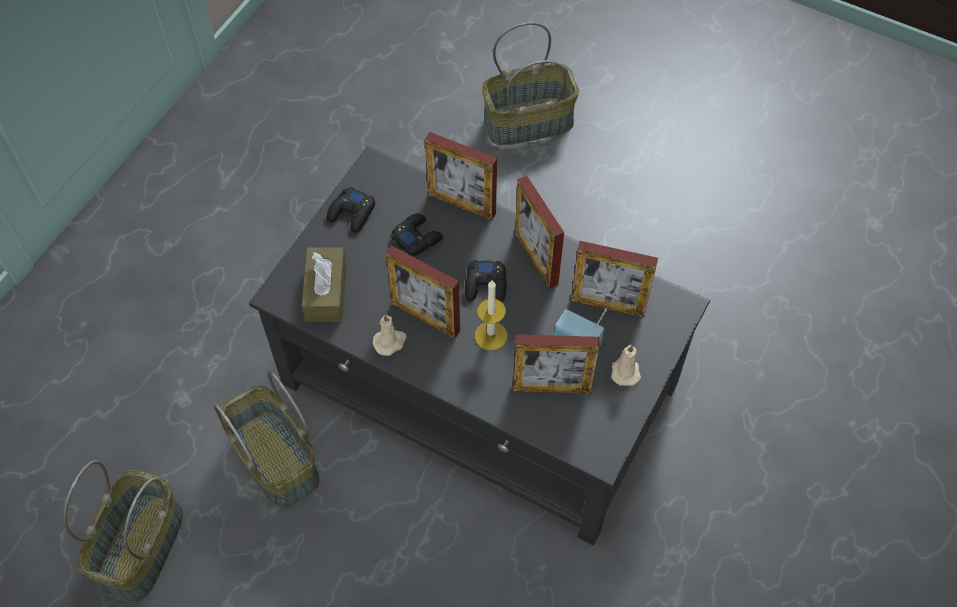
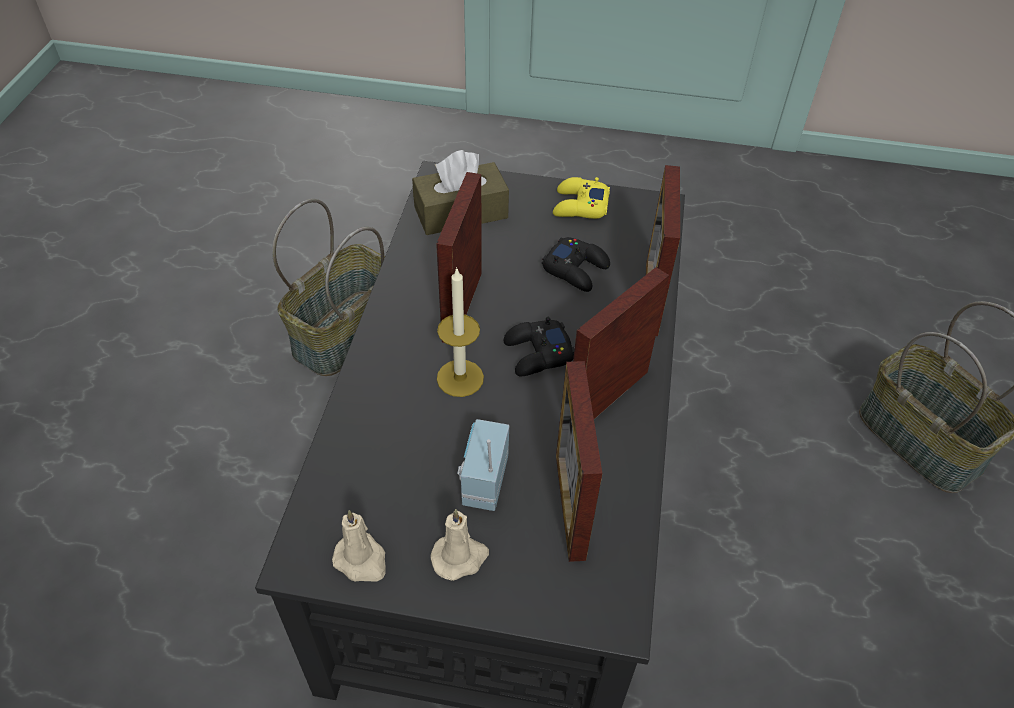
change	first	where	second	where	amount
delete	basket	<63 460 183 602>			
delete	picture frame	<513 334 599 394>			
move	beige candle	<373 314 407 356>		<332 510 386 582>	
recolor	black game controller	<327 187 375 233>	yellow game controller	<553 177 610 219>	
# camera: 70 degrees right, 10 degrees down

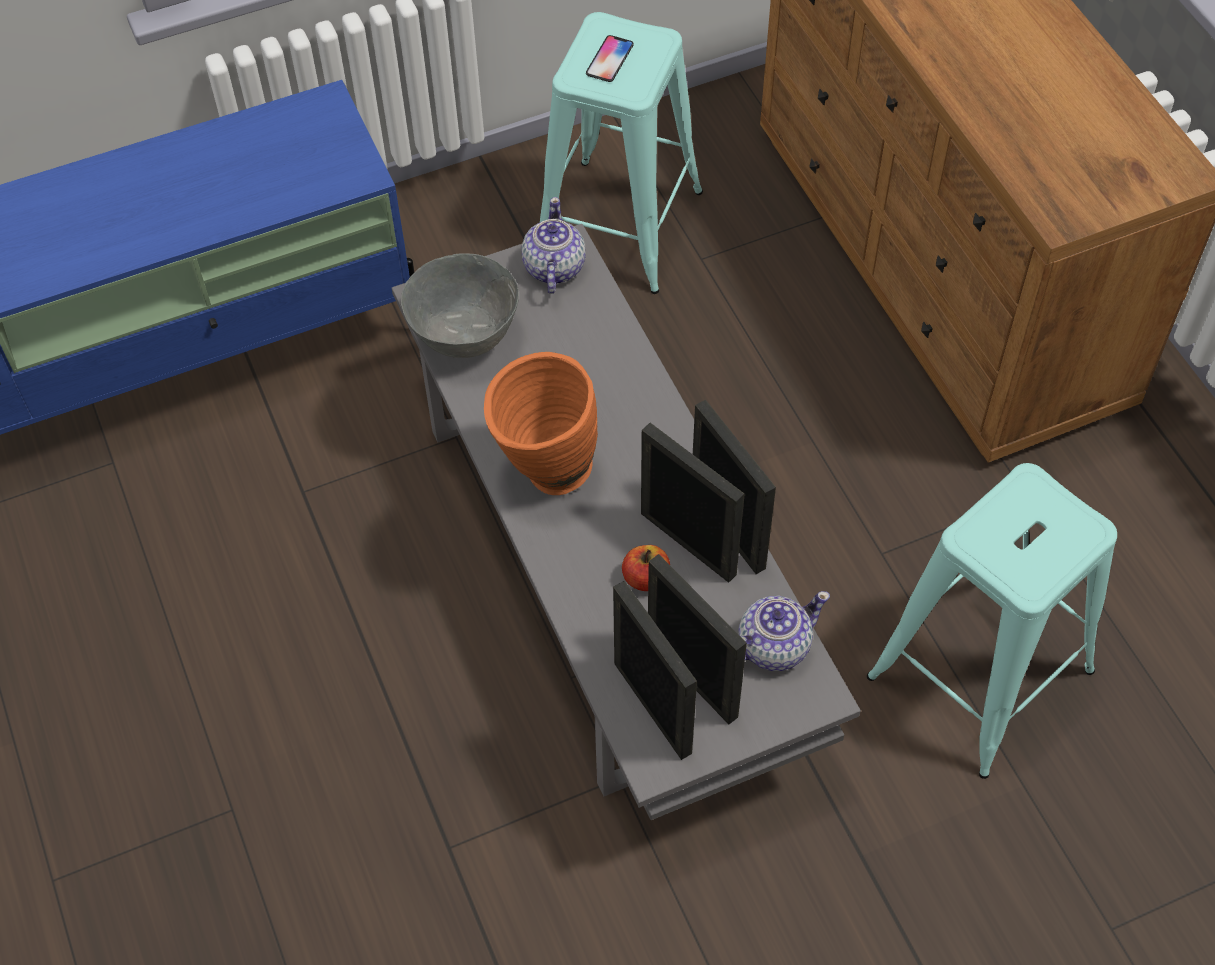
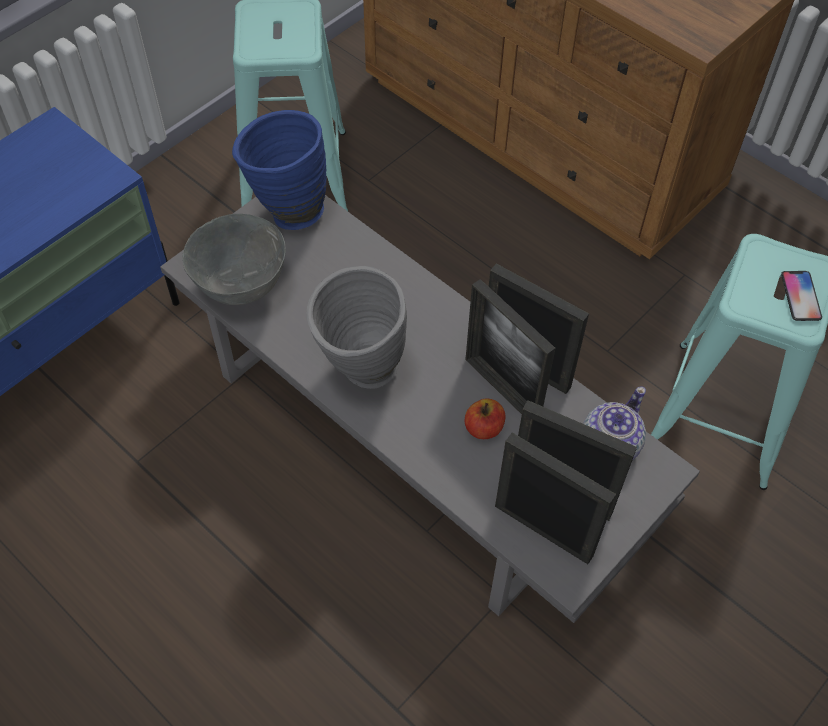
change	first	where	second	where	amount
move	phone	<586 35 634 82>		<781 271 822 321>	
replace	teapot	<521 197 586 294>	blue vase	<232 110 327 230>	
recolor	orange vase	<484 352 598 495>	grey vase	<306 266 407 389>	
rotate	picture frame	<641 423 745 583>		<465 279 555 414>	150 degrees counterclockwise
# camera: 25 degrees left, 0 degrees up

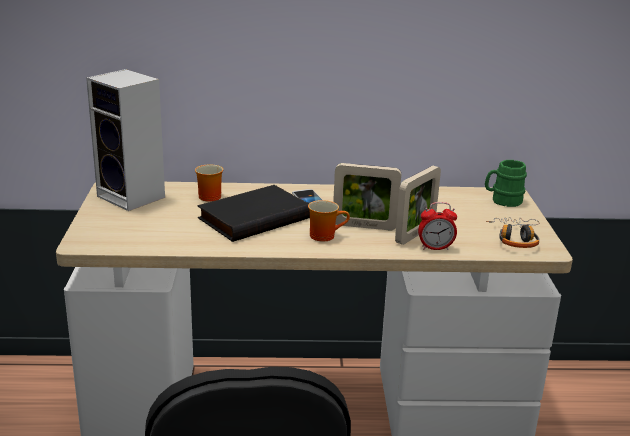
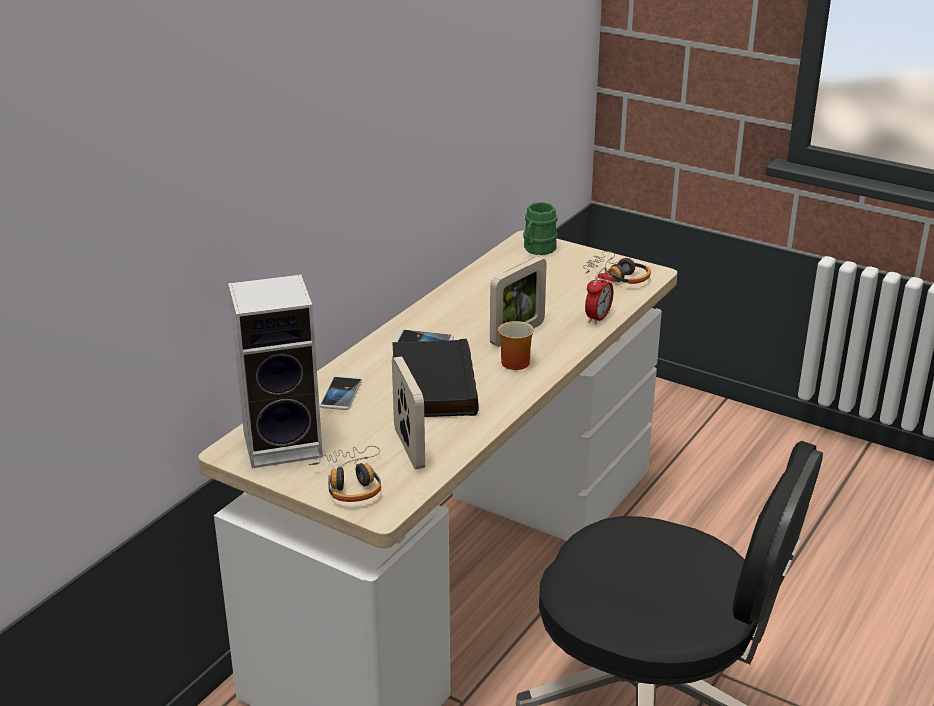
change	first	where	second	where	amount
insert			headphones	<309 446 381 502>	
move	picture frame	<395 166 441 245>		<392 356 425 470>	
replace	mug	<195 164 223 202>	phone	<320 376 362 410>	
# camera: 55 degrees left, 5 degrees up

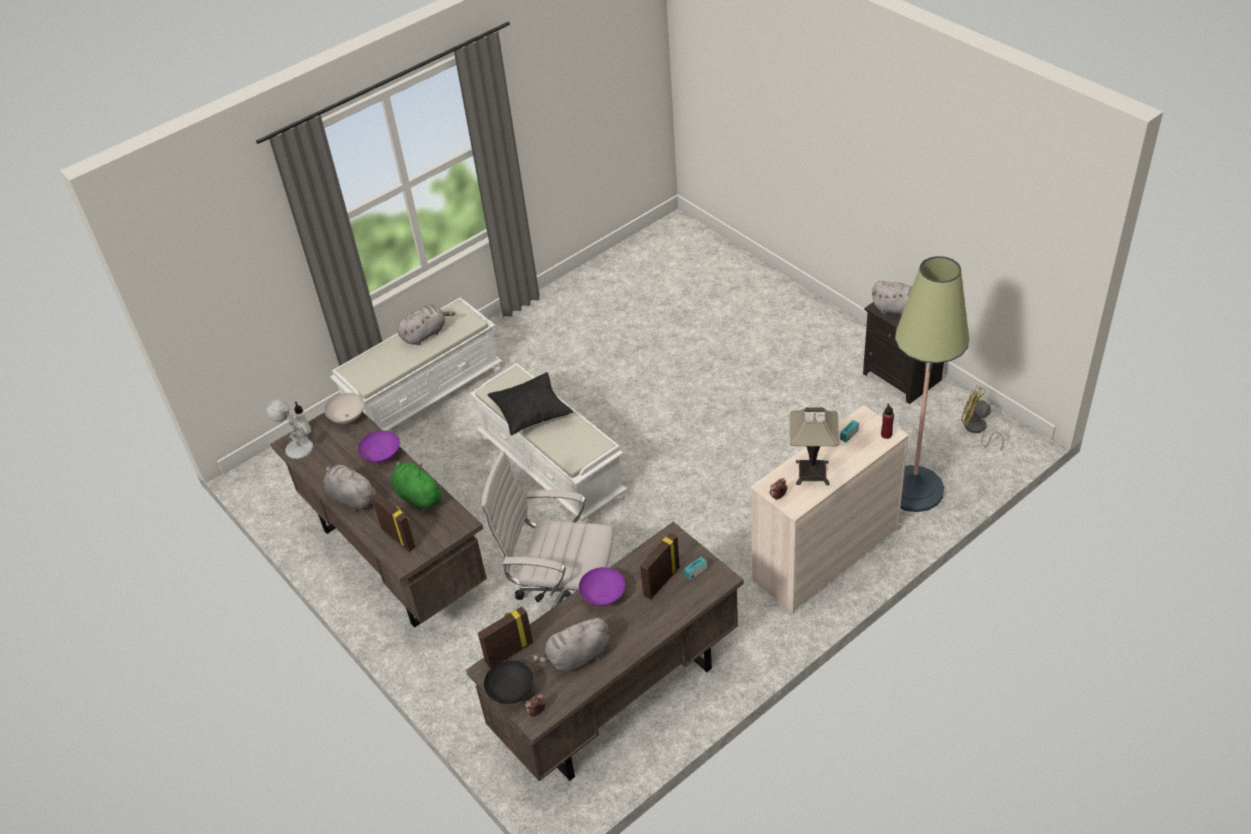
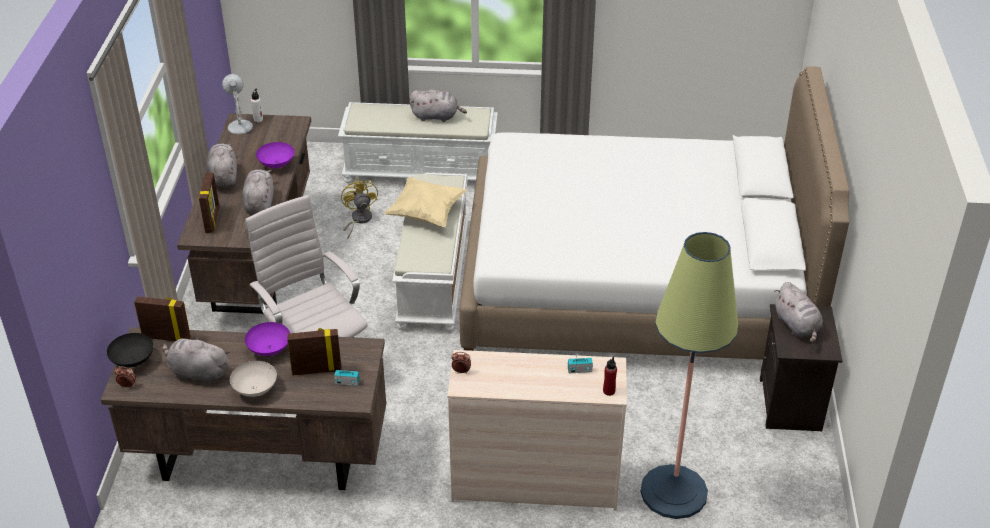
change	first	where	second	where	amount
delete	table lamp	<790 407 839 485>			
insert			white bed	<459 67 849 360>	
move	white bowl	<324 393 365 424>		<230 361 277 397>	
move	yellow fan	<961 386 1004 450>		<341 178 378 239>	
recolor	green plush toy	<391 461 443 511>	grey plush toy	<242 169 274 215>	
recolor	black pillow	<487 372 573 435>	beige pillow	<384 177 467 227>	
# camera: 40 degrees right, 5 degrees down

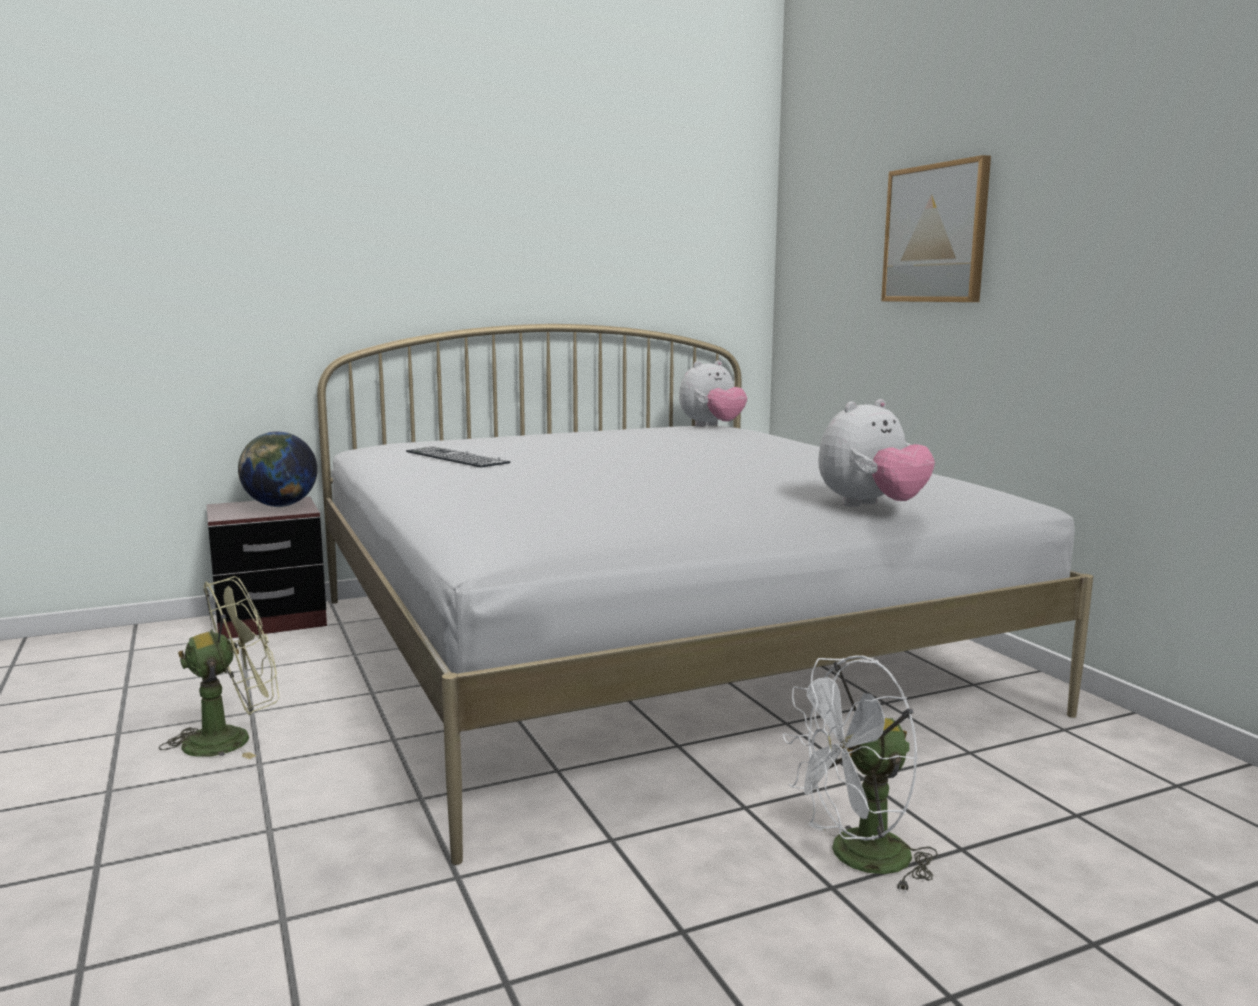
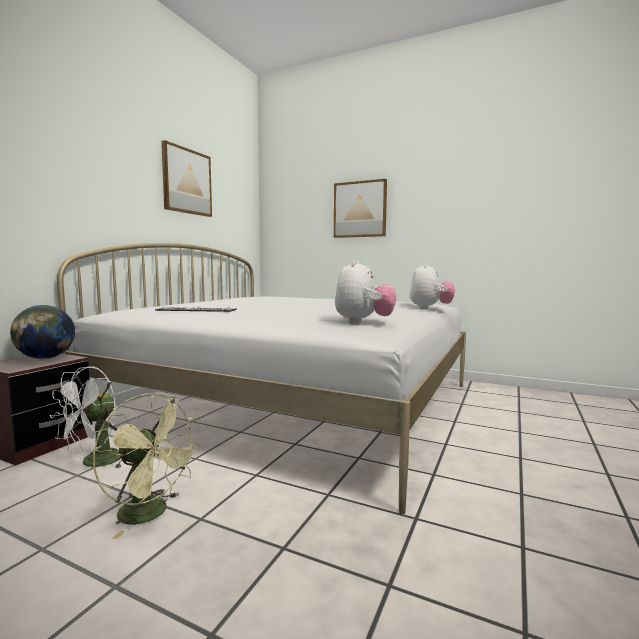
change	first	where	second	where	amount
insert			picture	<161 140 212 217>	
move	plush toy	<679 360 747 427>		<335 261 396 324>	
move	white fan	<783 655 938 893>		<50 366 122 469>	
rotate	green fan	<159 576 279 759>		<93 393 201 539>	105 degrees clockwise
# camera: 40 degrees left, 5 degrees down

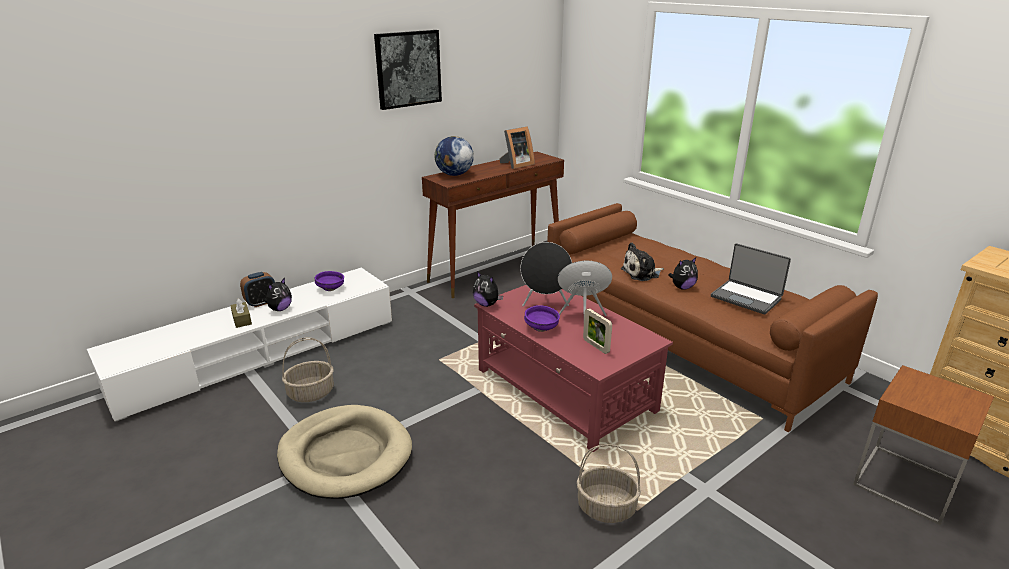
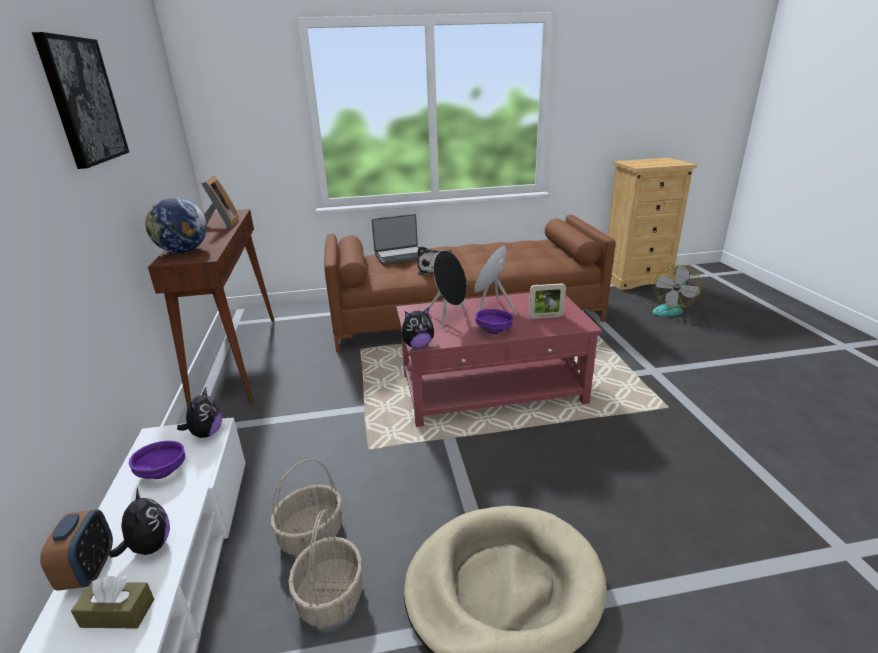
change	first	where	second	where	amount
move	basket	<577 444 641 523>		<271 459 342 555>	
move	plush toy	<668 257 698 290>		<177 387 222 438>	
move	laptop	<711 243 791 314>		<372 214 419 265>	
replace	brown side table	<853 365 994 525>	fan	<645 265 702 316>	
# camera: 60 degrees left, 0 degrees up

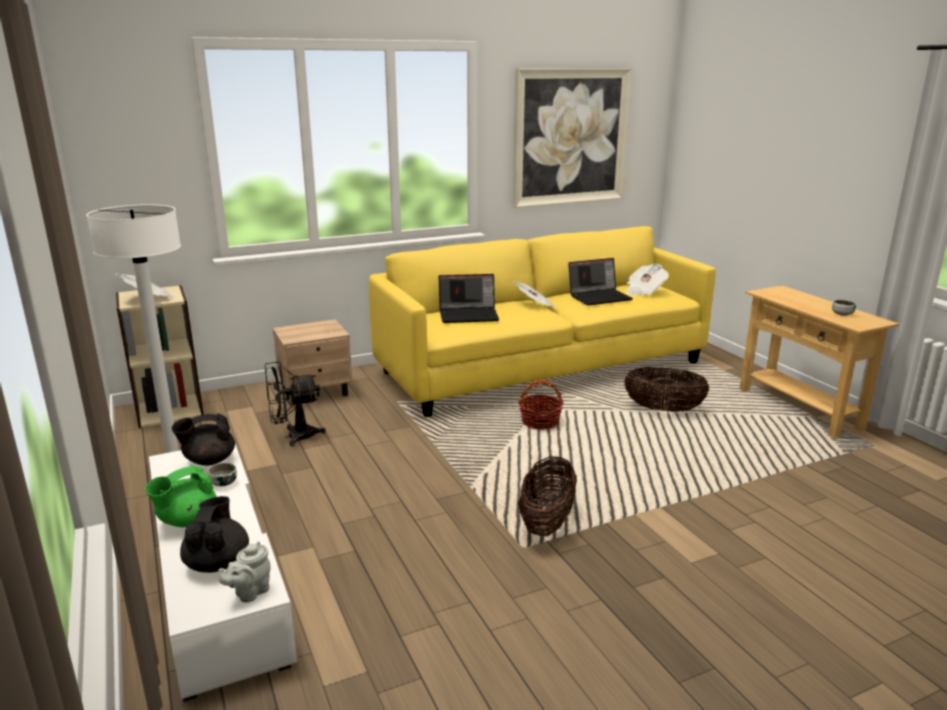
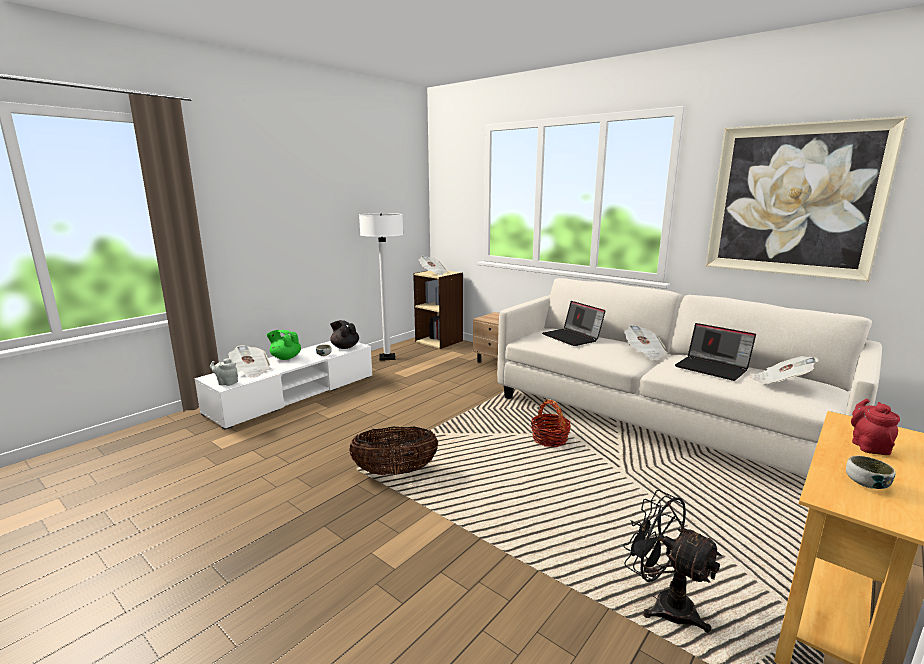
change	first	where	second	where	amount
delete	basket	<624 367 709 412>			
insert			red teapot	<851 399 900 455>	
move	black fan	<265 362 326 446>		<623 490 722 633>	
replace	black teapot	<180 496 249 573>	newspaper	<228 345 271 378>	
recolor	yellow sofa	<369 226 716 417>	white sofa	<497 278 882 477>	
# camera: 65 degrees right, 5 degrees down

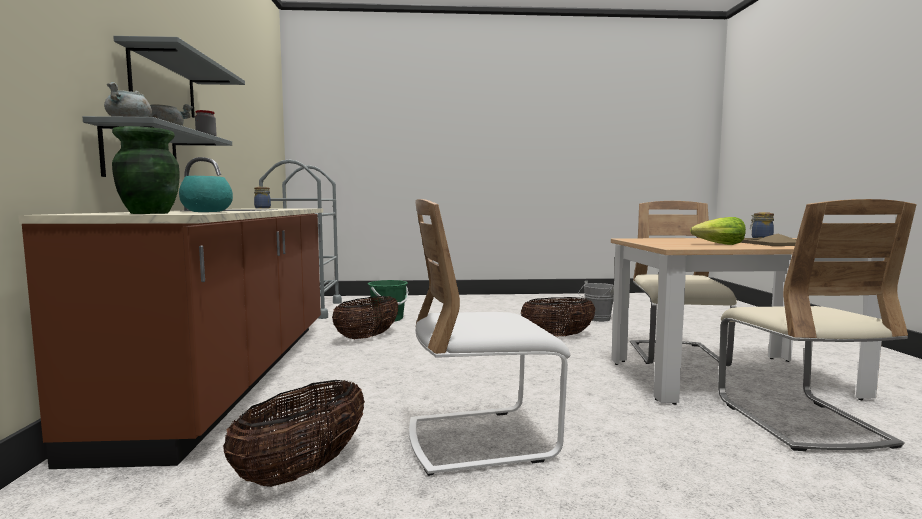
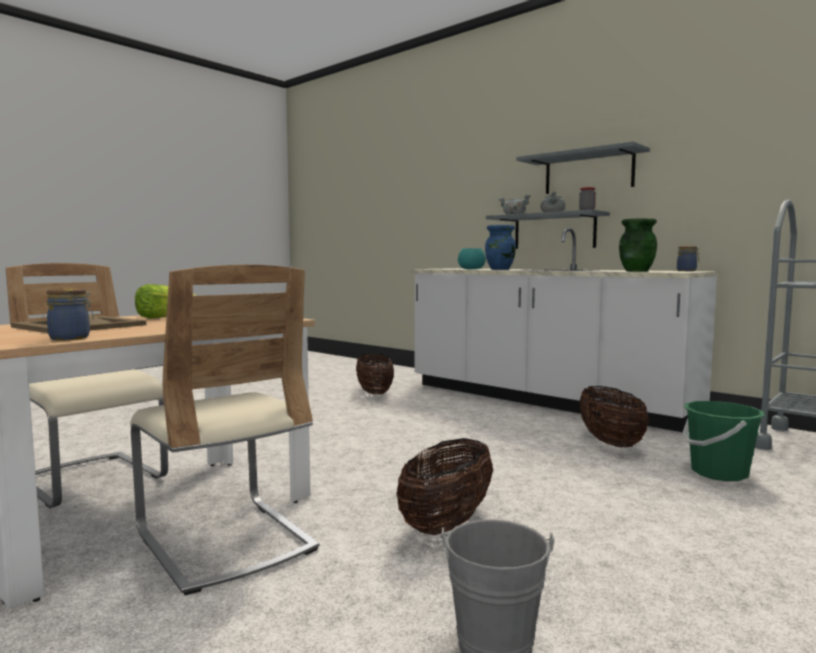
change	first	where	second	where	amount
delete	white chair	<409 199 570 476>			
insert			blue vase	<485 225 516 270>	
move	green vase	<112 126 180 214>		<619 218 657 272>	
recolor	brown counter	<18 157 323 469>	white counter	<410 228 719 432>	
# camera: 135 degrees right, 0 degrees up

